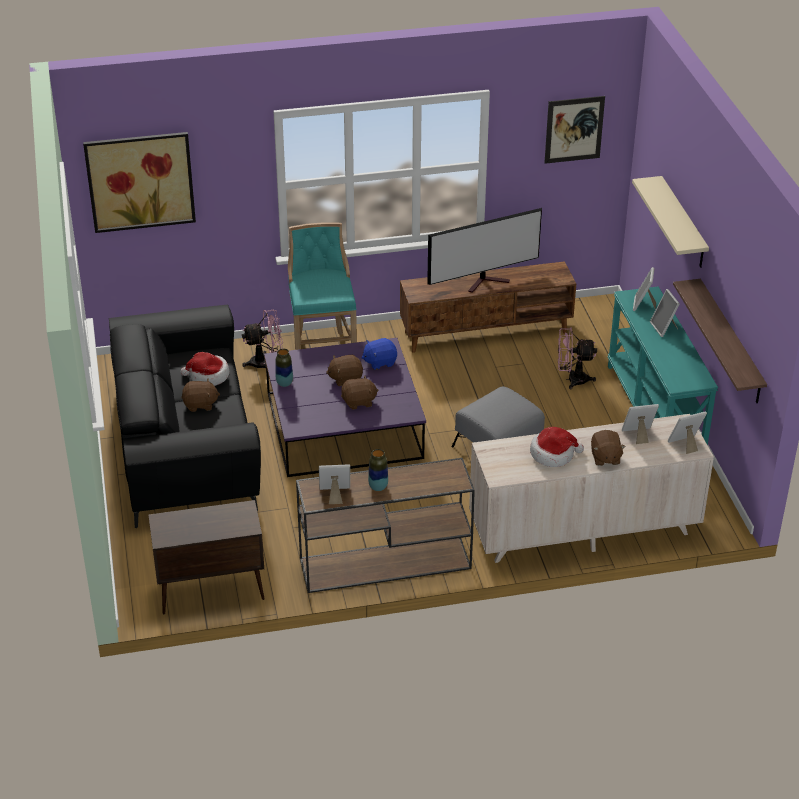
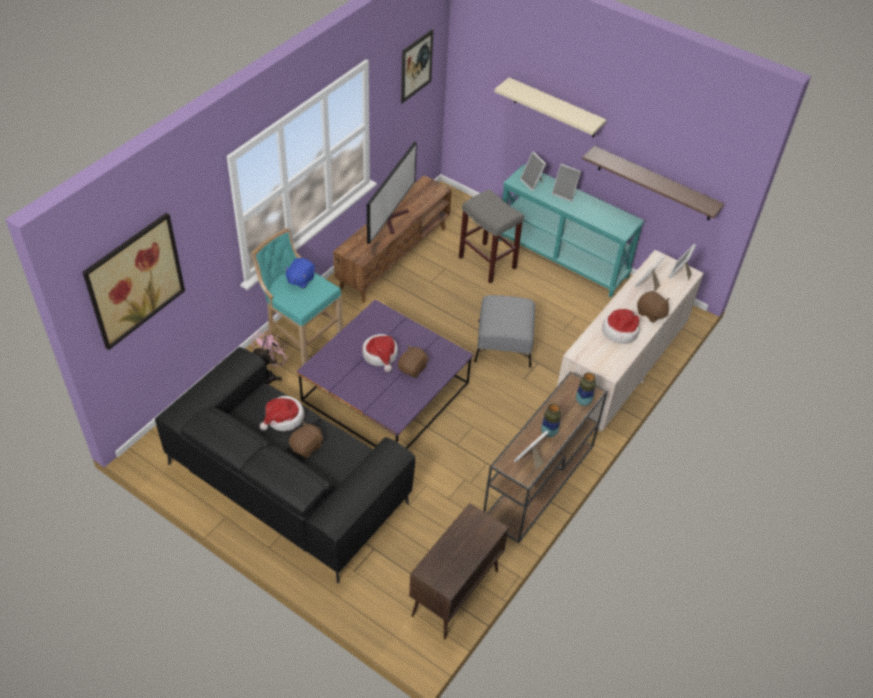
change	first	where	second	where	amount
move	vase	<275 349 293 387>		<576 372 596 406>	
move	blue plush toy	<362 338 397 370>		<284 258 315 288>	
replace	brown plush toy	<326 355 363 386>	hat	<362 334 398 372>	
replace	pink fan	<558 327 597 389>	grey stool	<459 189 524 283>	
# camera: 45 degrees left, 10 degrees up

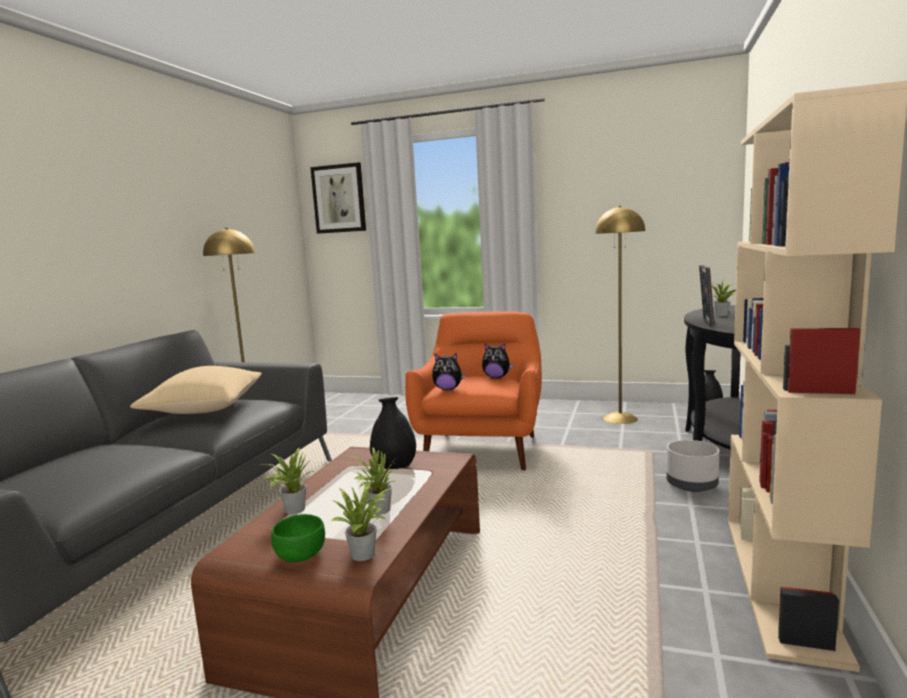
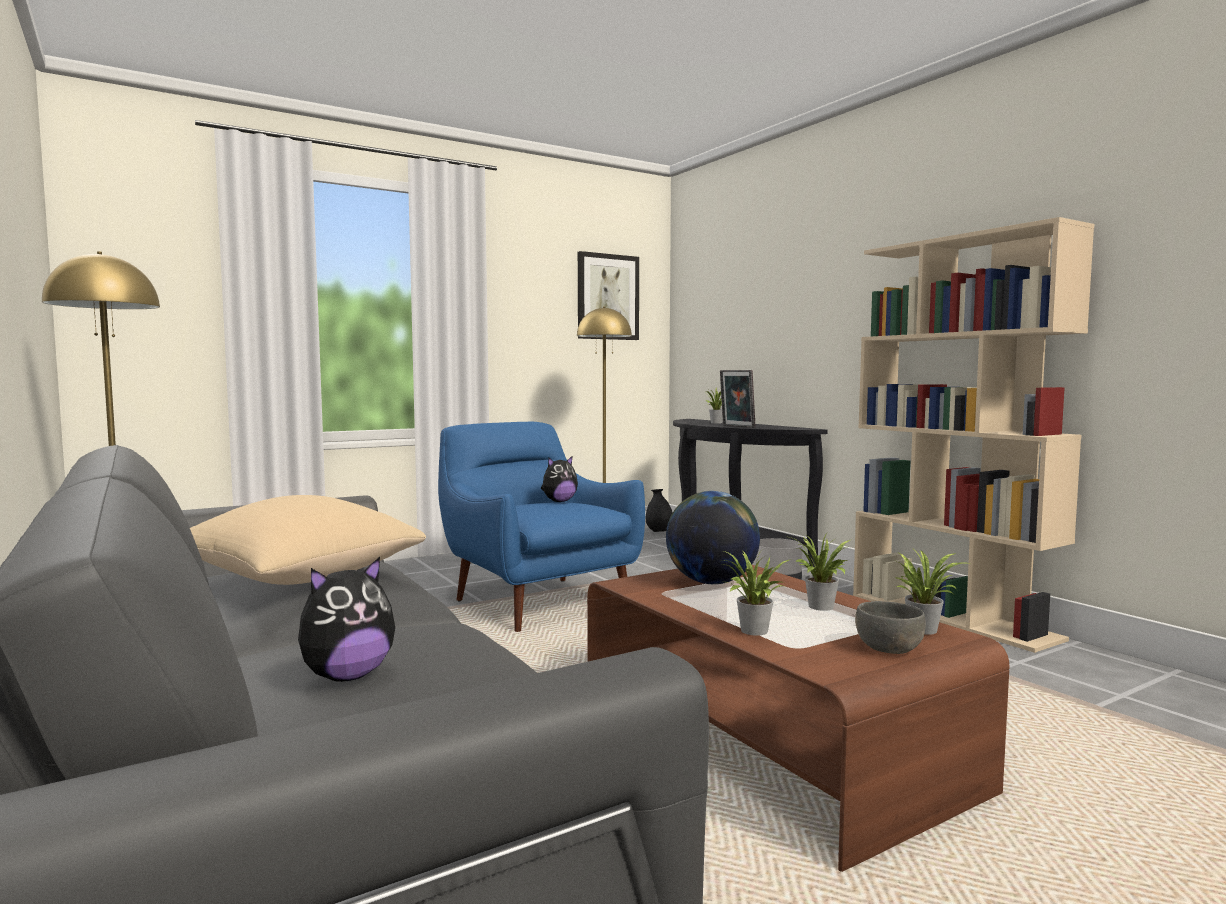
change	first	where	second	where	amount
move	picture	<310 162 366 234>		<578 251 639 340>	
move	plush toy	<432 353 465 390>		<298 557 395 682>	
replace	black vase	<370 397 416 469>	globe	<666 491 760 584>	
recolor	green bowl	<271 514 325 562>	grey bowl	<855 601 926 654>	
recolor	orange armchair	<405 311 542 470>	blue armchair	<438 422 645 632>	
# camera: 50 degrees left, 5 degrees down

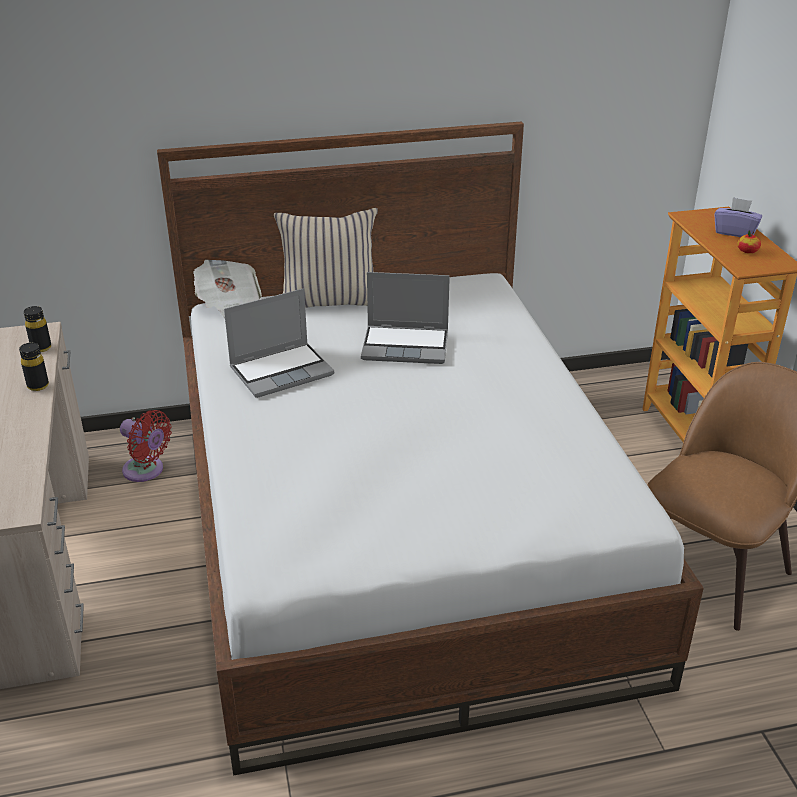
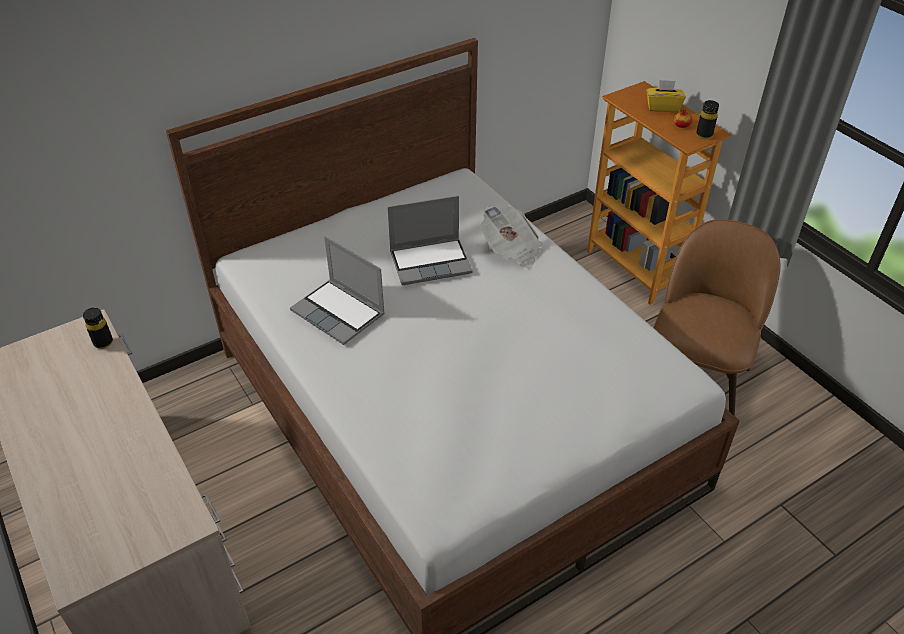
change	first	where	second	where	amount
delete	red fan	<120 410 172 482>			
delete	beige pillow	<274 208 378 308>			
move	black bottle	<19 342 49 391>		<696 100 719 139>	
move	newspaper	<193 260 262 319>		<480 206 543 268>	
recolor	purple tissue box	<714 197 762 237>	yellow tissue box	<646 80 686 112>	
rotate	laptop	<224 288 334 398>		<290 237 385 345>	90 degrees clockwise
# camera: 20 degrees left, 10 degrees up

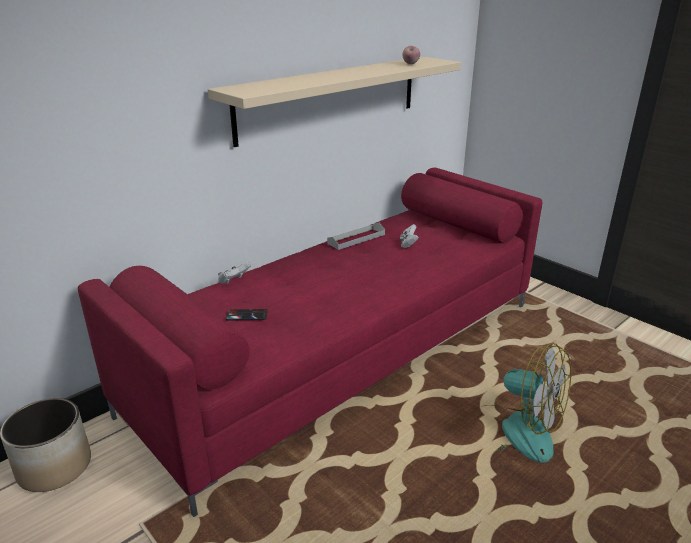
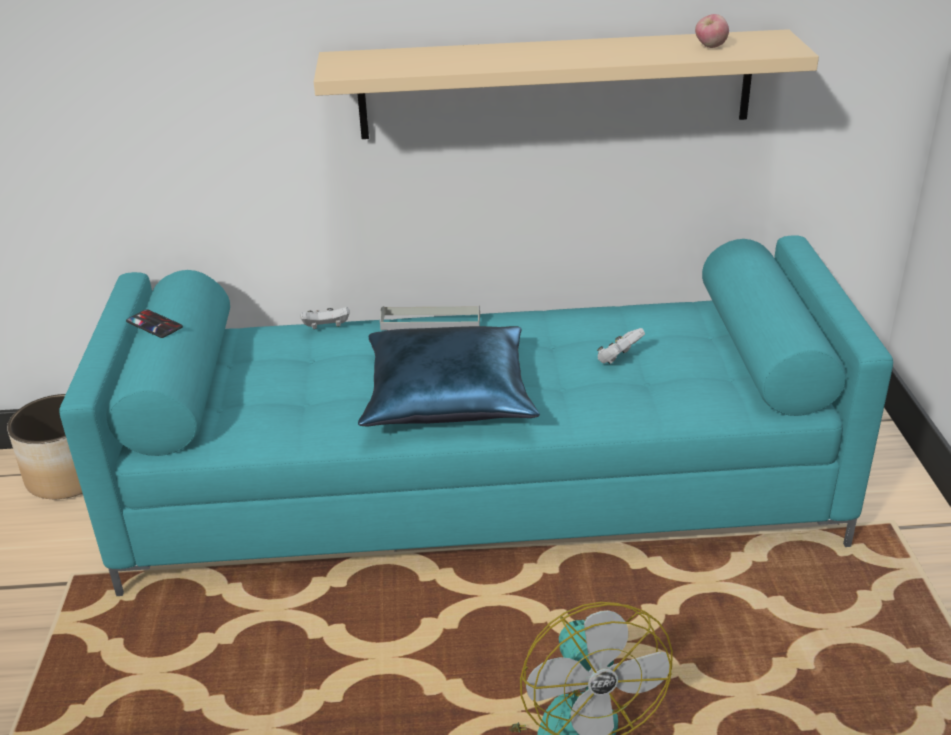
change	first	where	second	where	amount
insert			blue pillow	<358 326 540 426>	
move	phone	<226 309 268 321>		<126 309 183 338>	
move	grey tray	<327 223 385 250>		<380 305 480 330>	
recolor	red sofa	<78 168 543 517>	turquoise sofa	<59 235 893 596>	
# camera: 40 degrees right, 5 degrees up

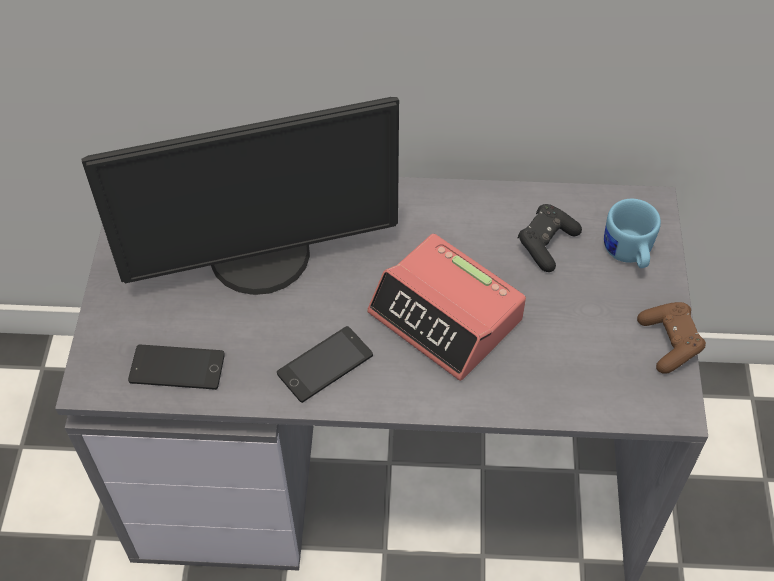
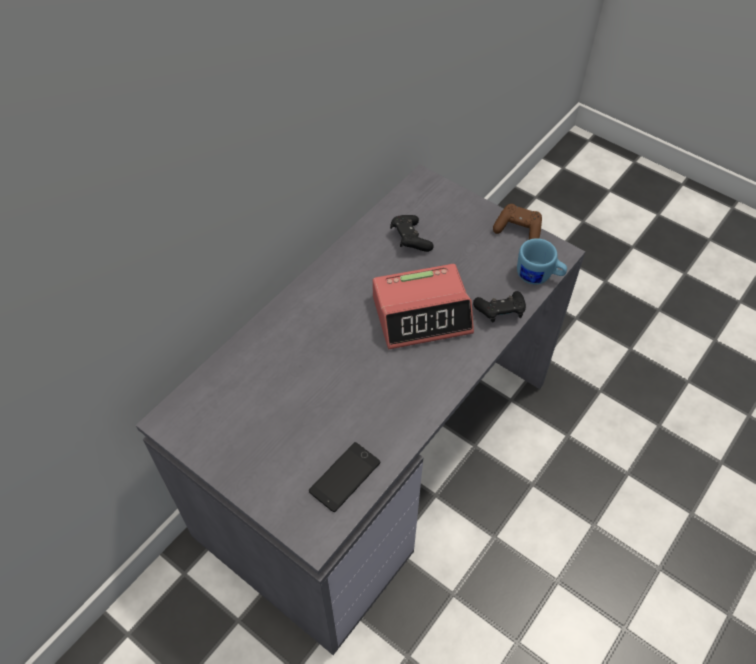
change	first	where	second	where	amount
delete	monitor	<82 97 399 295>			
delete	phone	<277 326 373 403>			
insert			black game controller	<473 291 526 322>	
move	blue mug	<604 199 661 268>		<517 238 567 285>	
# camera: 55 degrees left, 0 degrees up

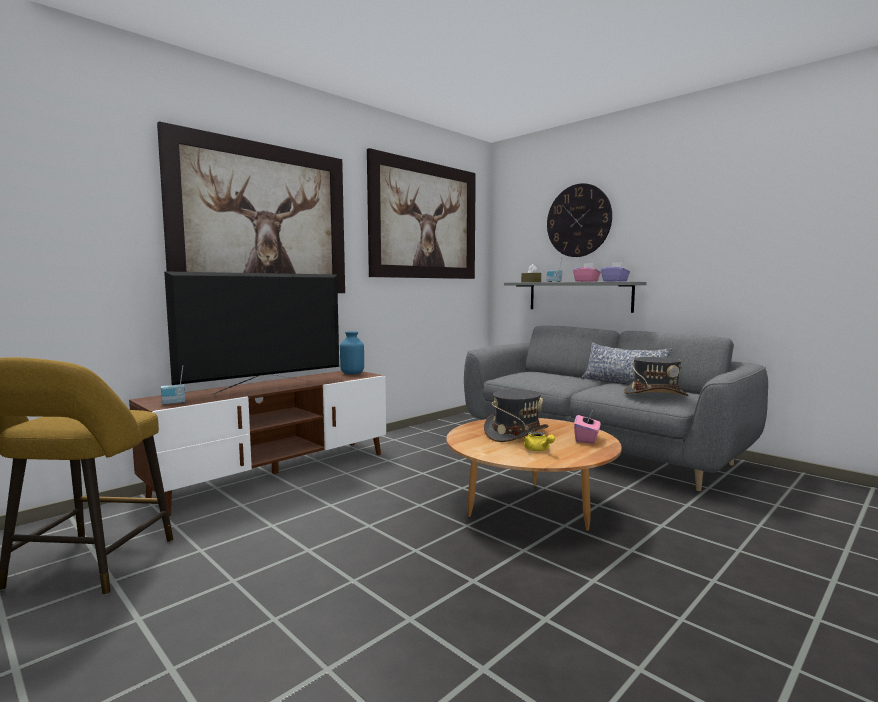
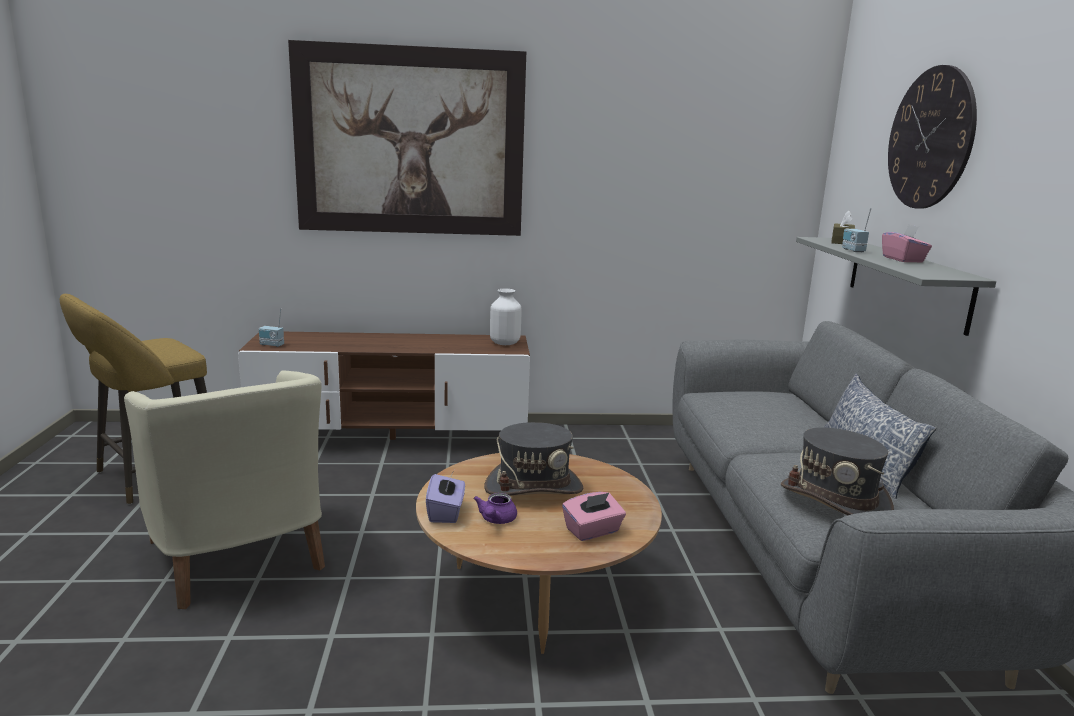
change	first	where	second	where	amount
delete	television	<164 271 339 395>			
delete	picture	<367 148 476 279>			
insert			beige armchair	<124 370 325 609>	
move	purple tissue box	<601 262 630 282>		<426 472 465 523>	
recolor	blue vase	<340 332 364 375>	white vase	<490 289 522 345>	
recolor	yellow teapot	<523 432 555 451>	purple teapot	<474 493 517 524>	
# camera: 40 degrees right, 10 degrees up

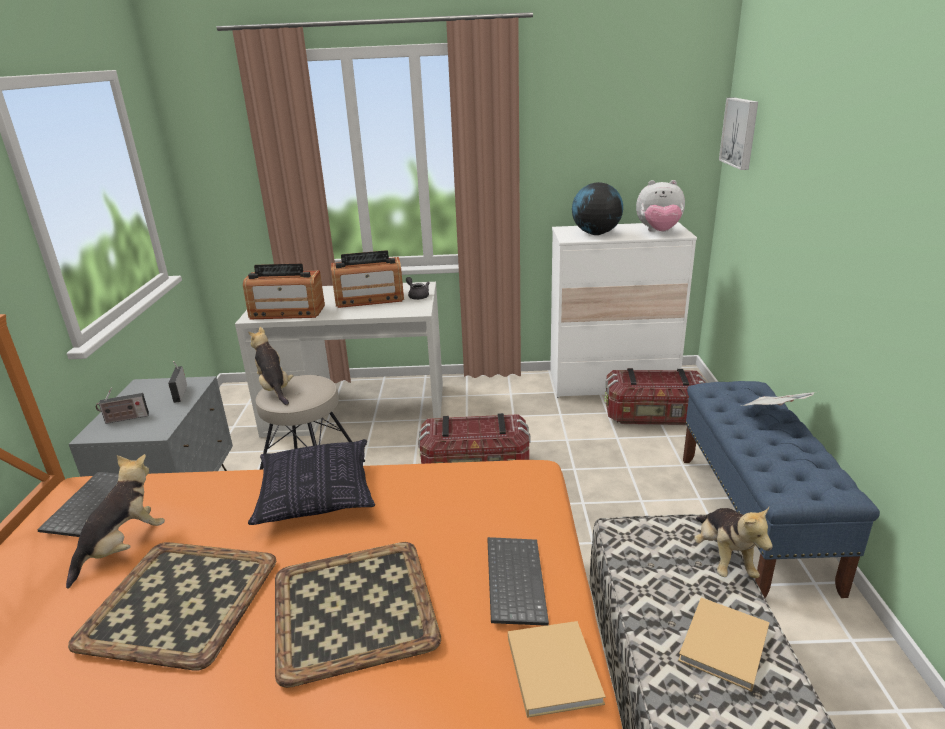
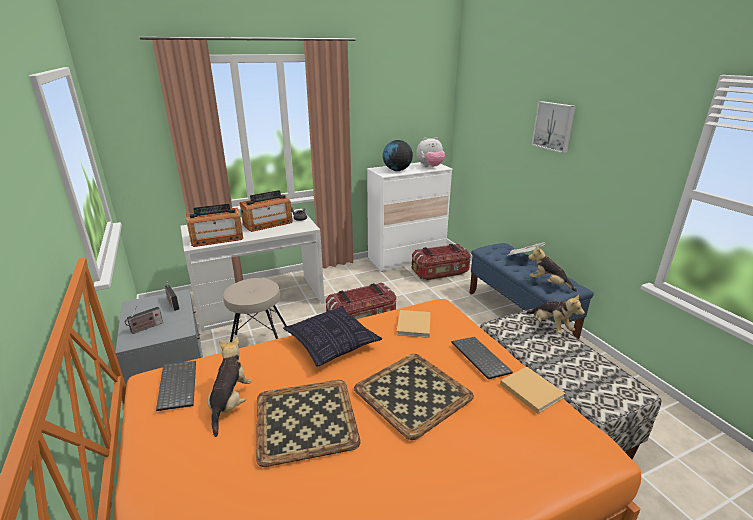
change	first	where	second	where	amount
move	plush toy	<248 327 293 405>		<528 245 577 292>	
move	beige book	<678 597 770 692>		<397 310 431 338>	
move	picture	<719 97 758 170>		<532 101 576 153>	
# camera: 25 degrees left, 0 degrees up

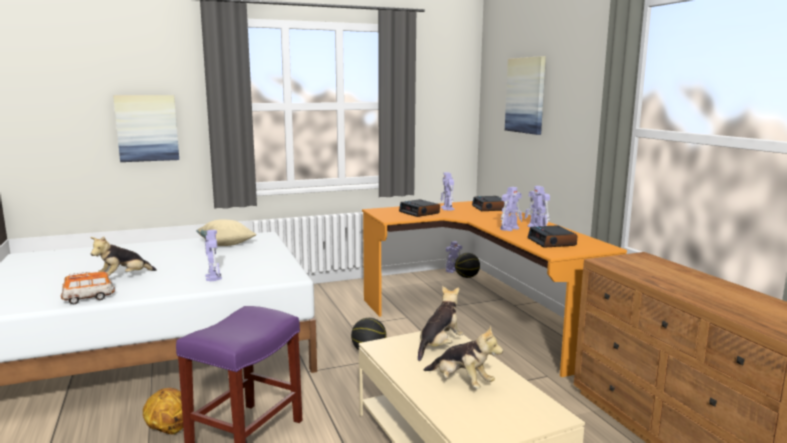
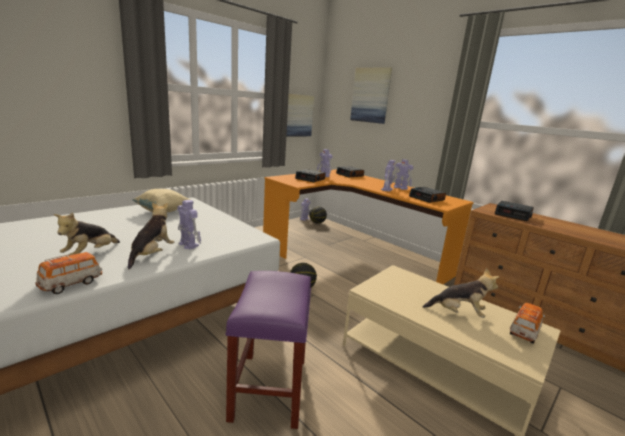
change	first	where	second	where	amount
delete	basketball	<143 388 183 434>			
insert			alarm clock	<495 201 534 221>	
insert			toy car	<510 303 545 344>	
move	picture	<113 95 179 162>		<286 94 314 137>	
move	plush toy	<418 286 463 361>		<128 202 175 270>	
# camera: 25 degrees left, 5 degrees up

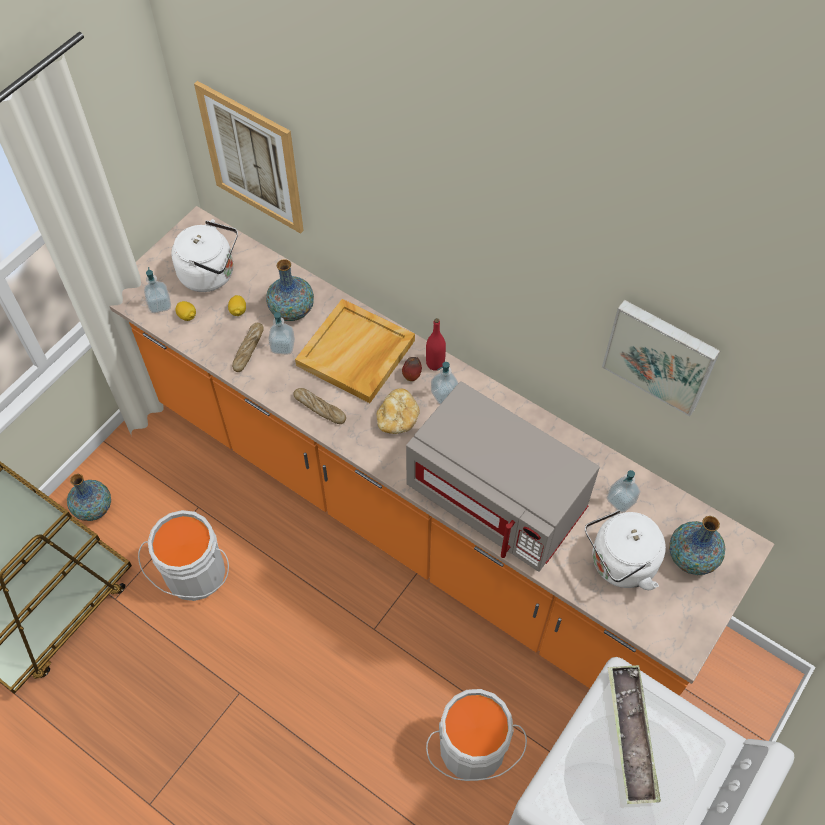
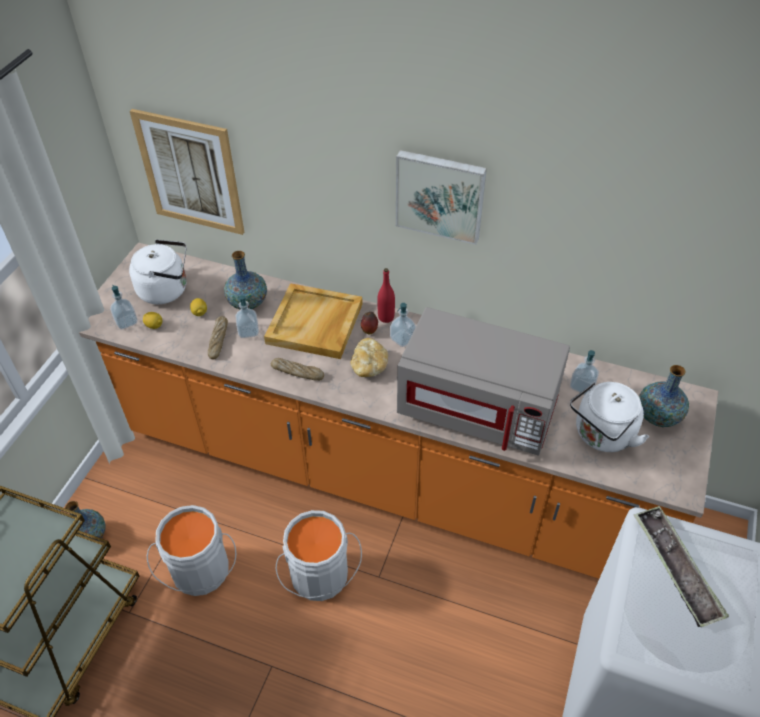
change	first	where	second	where	amount
move	grey bucket	<426 689 527 781>		<276 510 362 601>	
move	picture	<602 300 720 417>		<396 150 487 245>	
# camera: 15 degrees left, 10 degrees down

